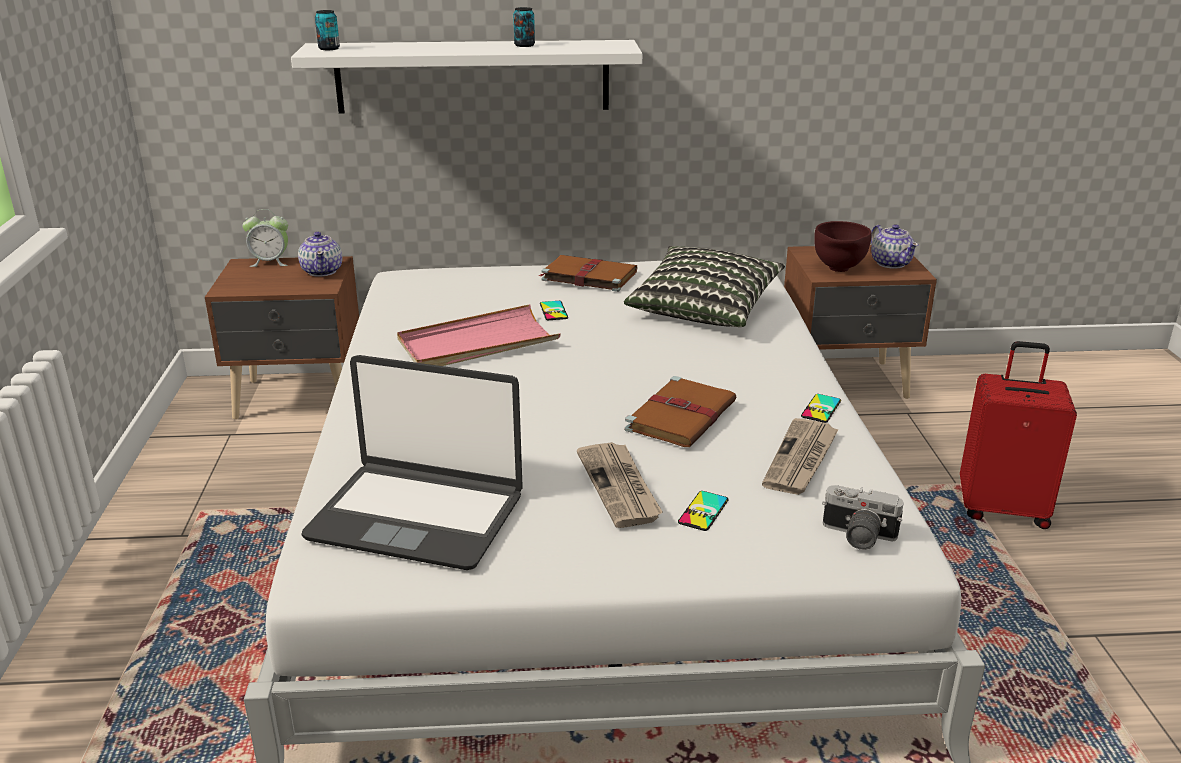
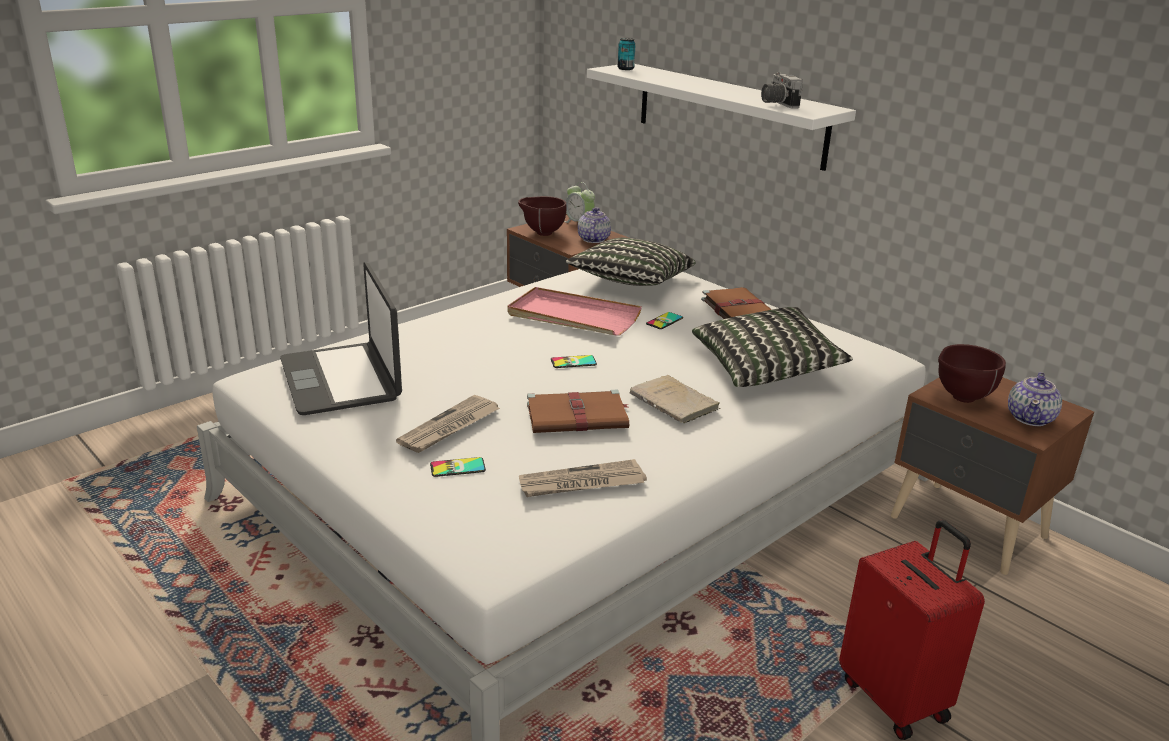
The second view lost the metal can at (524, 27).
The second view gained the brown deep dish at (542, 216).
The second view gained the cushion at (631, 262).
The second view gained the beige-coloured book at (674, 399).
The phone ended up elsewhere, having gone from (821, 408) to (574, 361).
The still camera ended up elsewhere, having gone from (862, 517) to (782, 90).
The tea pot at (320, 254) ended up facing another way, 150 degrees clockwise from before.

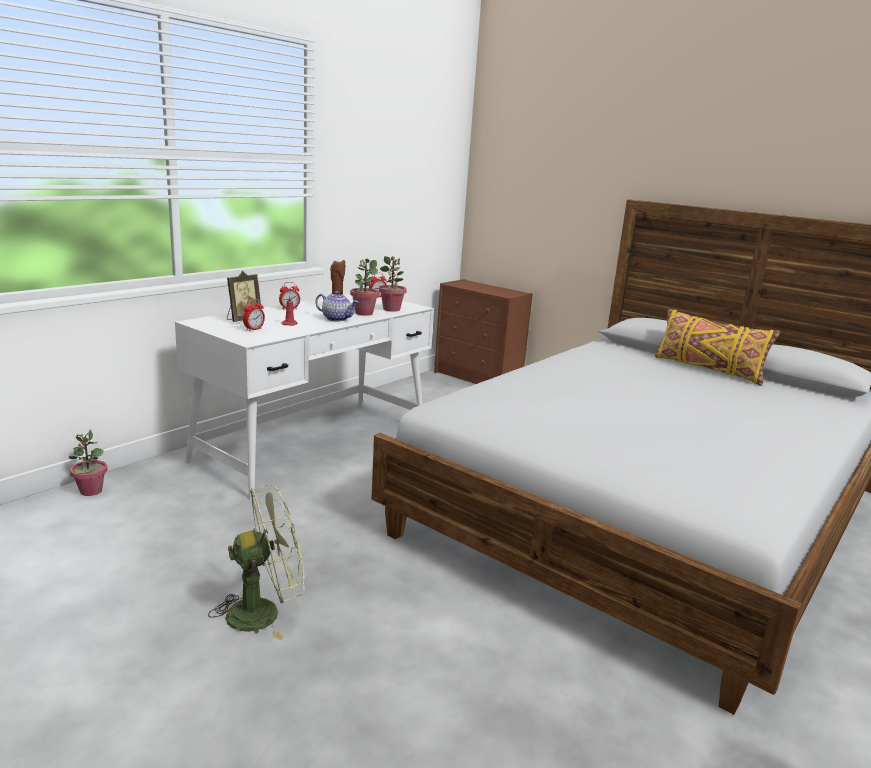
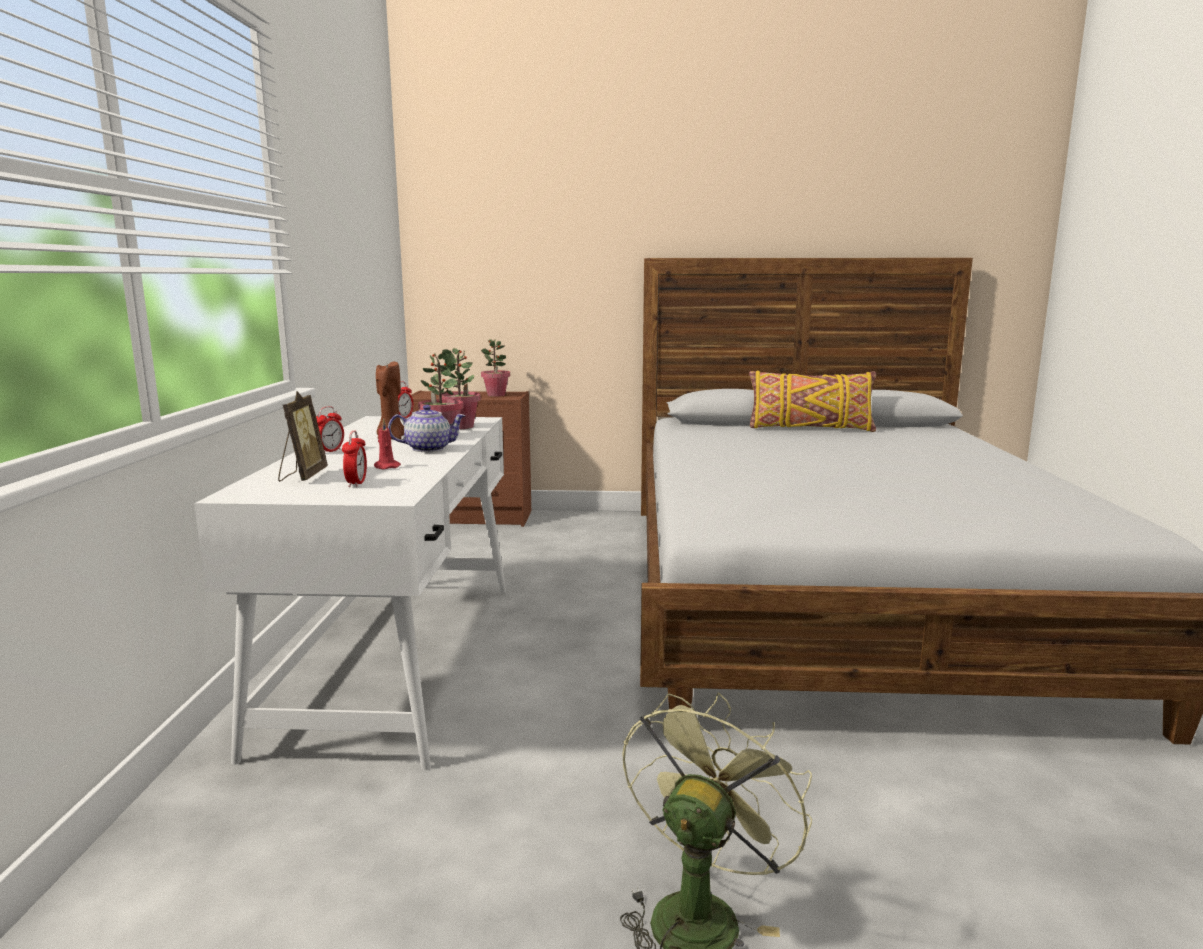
The plant in a pot ended up elsewhere, having gone from (88, 463) to (495, 368).

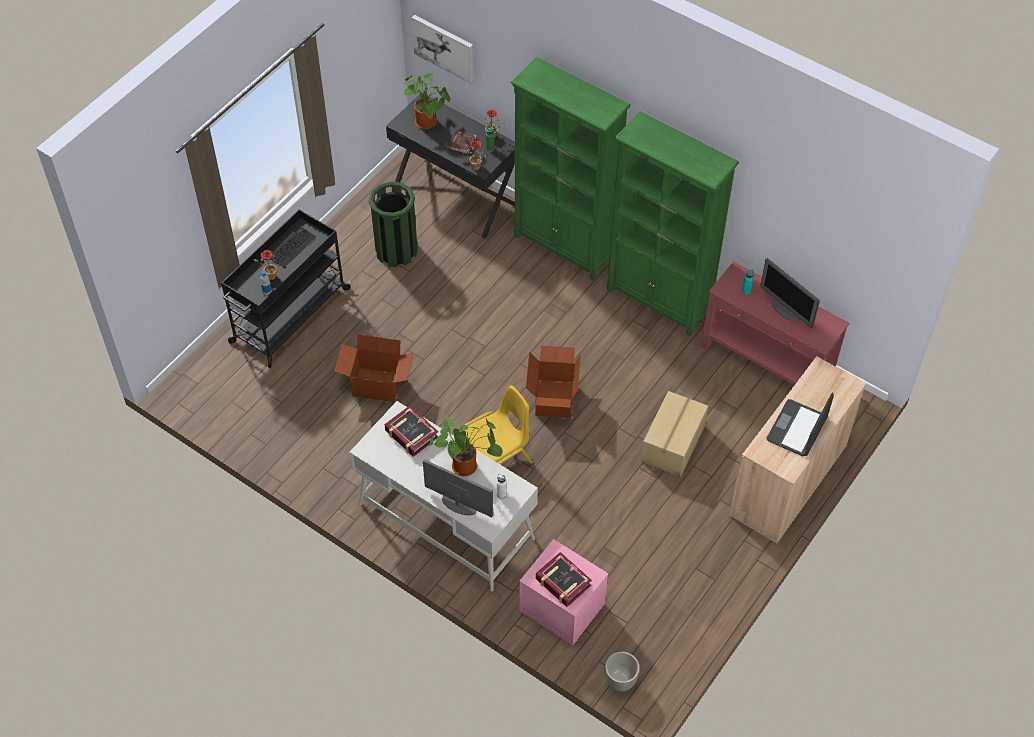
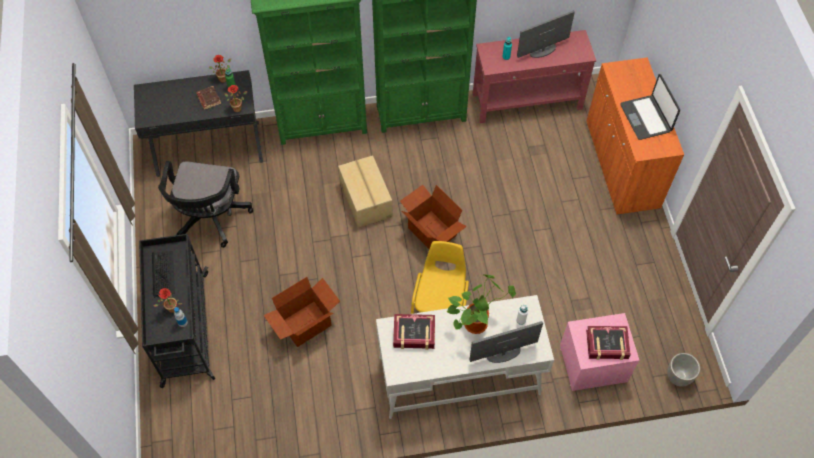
The second view lost the plant in a pot at (427, 101).
The second view lost the picture at (443, 49).
The cardboard box ended up elsewhere, having gone from (674, 434) to (365, 191).
Where the green-coloured rubbish bin stood at (393, 224), the blackish desk chair came to stand at (205, 204).
What was the beige-coloured cabinet at (797, 450) turned into the orange cabinet at (635, 136).
The computer display at (790, 293) ended up facing another way, 150 degrees clockwise from before.

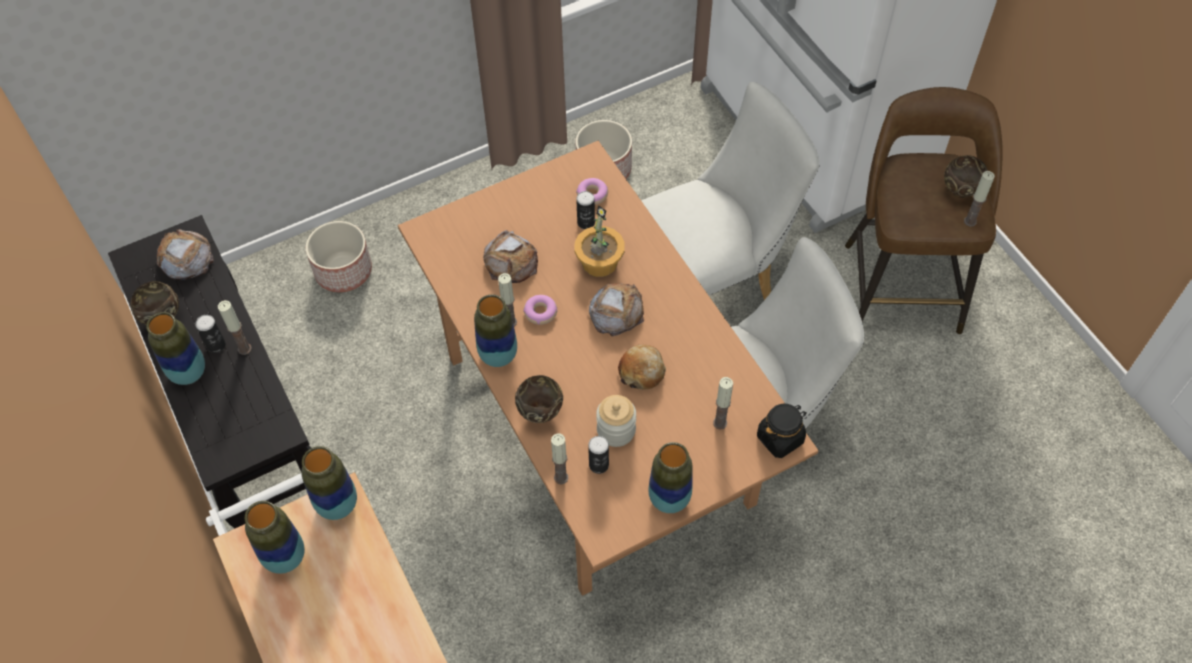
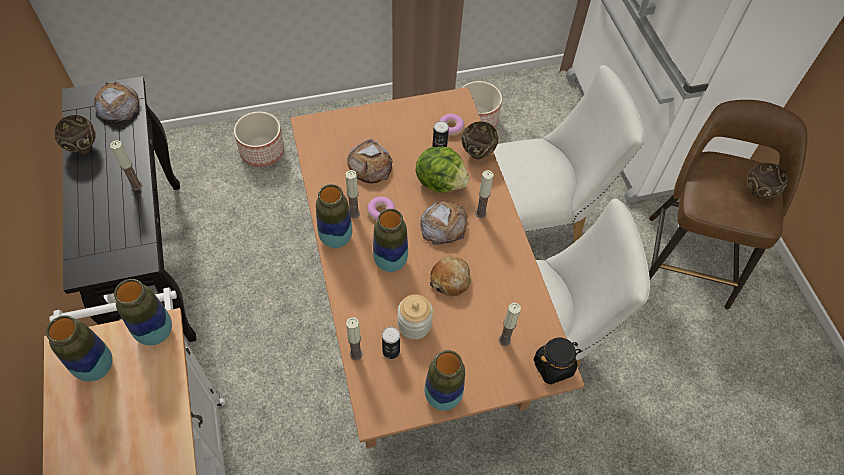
The second view lost the metal can at (210, 334).
The flower vase ended up elsewhere, having gone from (175, 348) to (390, 240).
The brown deep dish ended up elsewhere, having gone from (539, 399) to (480, 140).
The candle ended up elsewhere, having gone from (979, 198) to (485, 194).
Where the plant in a pot stood at (599, 241), the lettuce head came to stand at (442, 170).

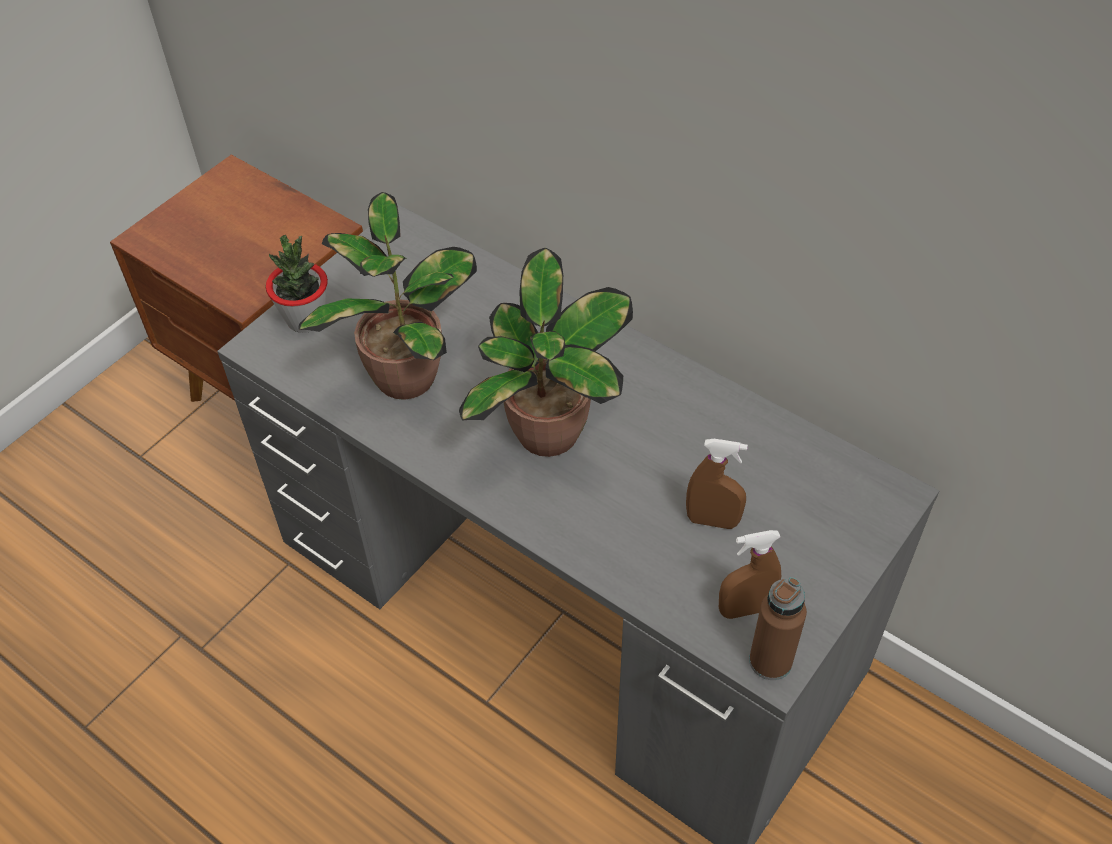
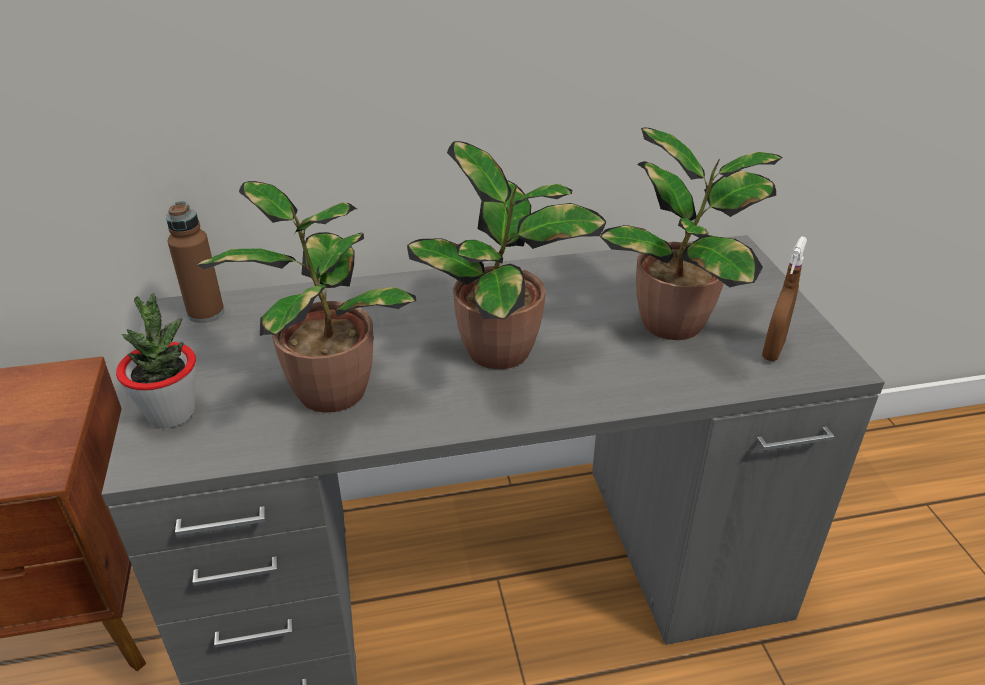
The brown drink bottle ended up elsewhere, having gone from (778, 628) to (195, 262).
Where the brown hand sprayer stood at (717, 484), the plant in a pot came to stand at (691, 233).

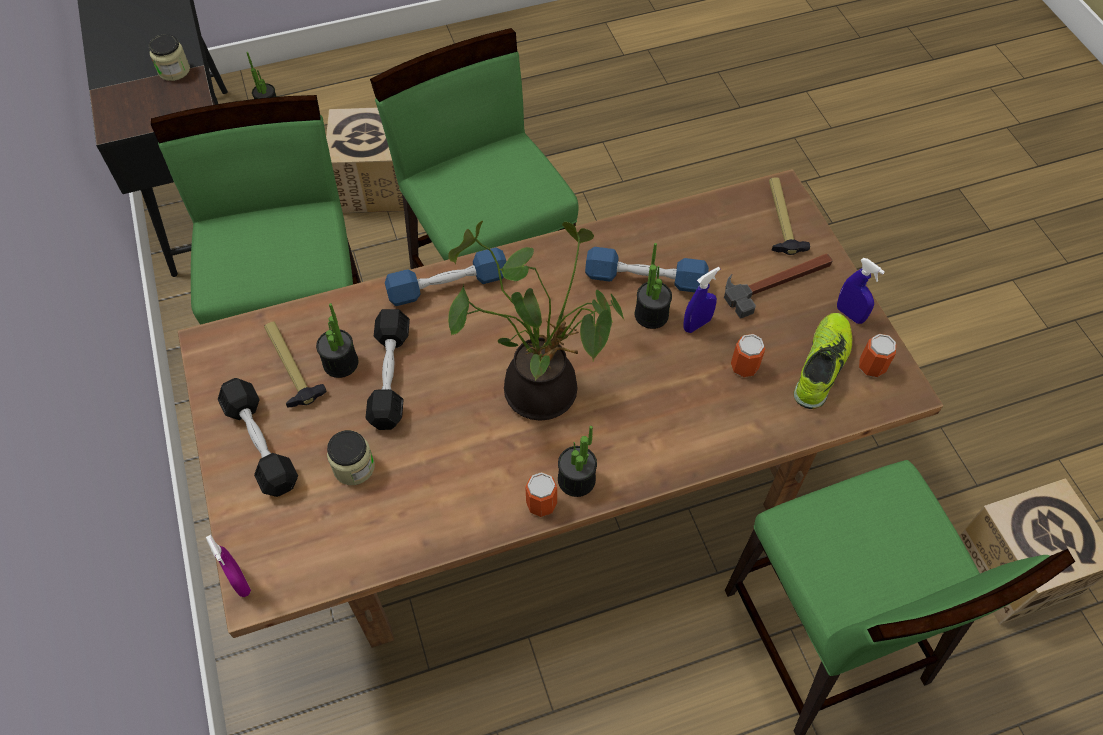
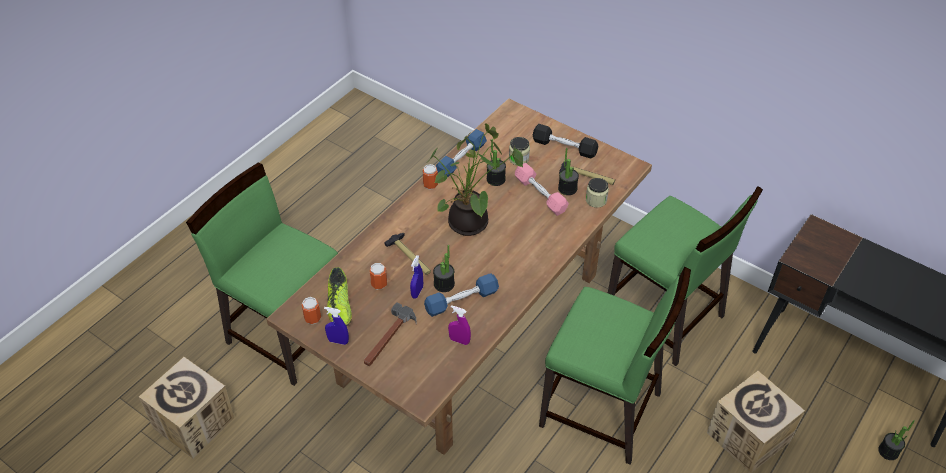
The preserve jar ended up elsewhere, having gone from (169, 57) to (597, 193).
The purple-coloured hand sprayer ended up elsewhere, having gone from (228, 566) to (459, 325).
The bluish free weight ended up elsewhere, having gone from (445, 276) to (461, 153).
The plant in a pot ended up elsewhere, having gone from (577, 461) to (496, 162).
The hand hammer ended up elsewhere, having gone from (789, 216) to (407, 254).
What was the blackish free weight at (388, 369) turned into the pink-coloured free weight at (542, 189).

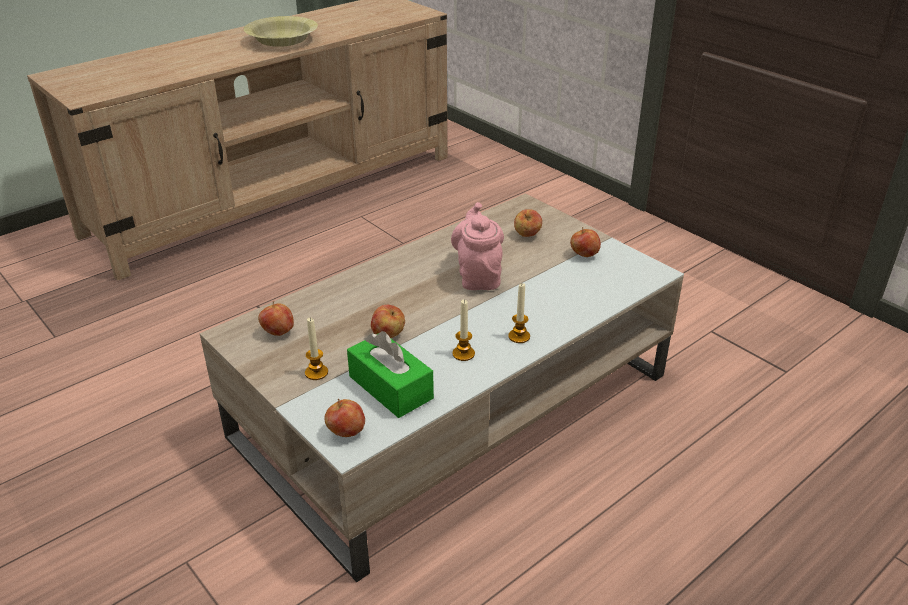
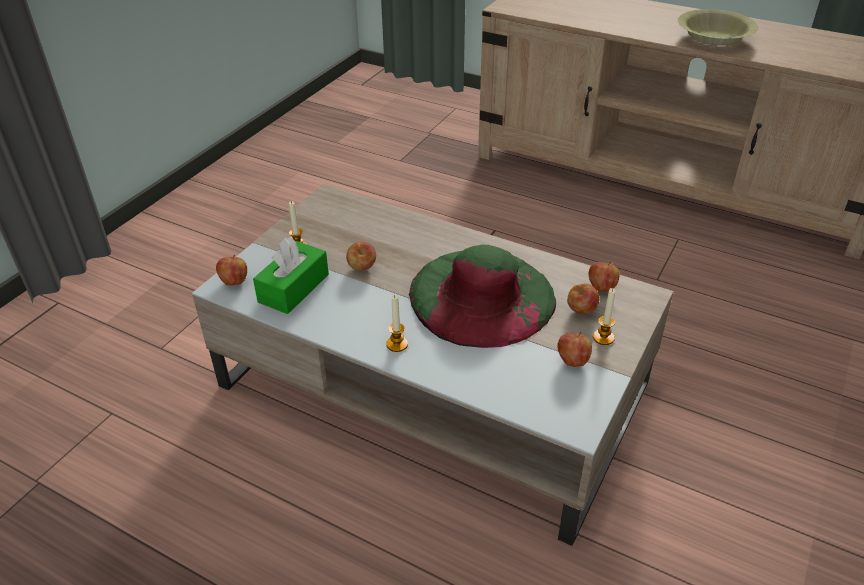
The apple fruit ended up elsewhere, having gone from (276, 318) to (604, 276).
The candle ended up elsewhere, having gone from (463, 330) to (604, 316).
Where the pink-coloured tea pot stood at (477, 246), the green-coloured hat came to stand at (482, 296).

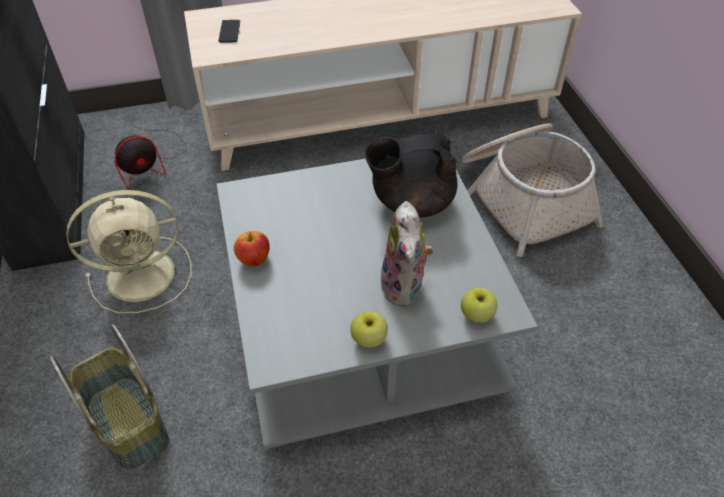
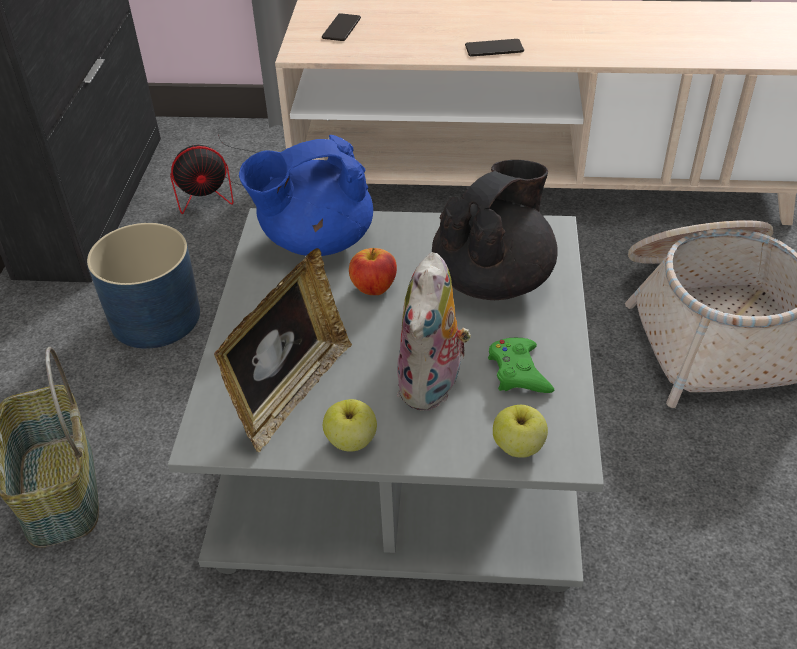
The second view gained the standing frame at (283, 350).
The second view gained the bluish tea pot at (306, 195).
The second view gained the phone at (494, 48).
The second view gained the green-coloured joypad at (521, 365).
The apple fruit ended up elsewhere, having gone from (252, 248) to (373, 271).
Where the beige-coloured electric fan stood at (129, 252), the bluish flower pot came to stand at (143, 286).
The blackish tea pot at (411, 174) ended up facing another way, 120 degrees clockwise from before.

